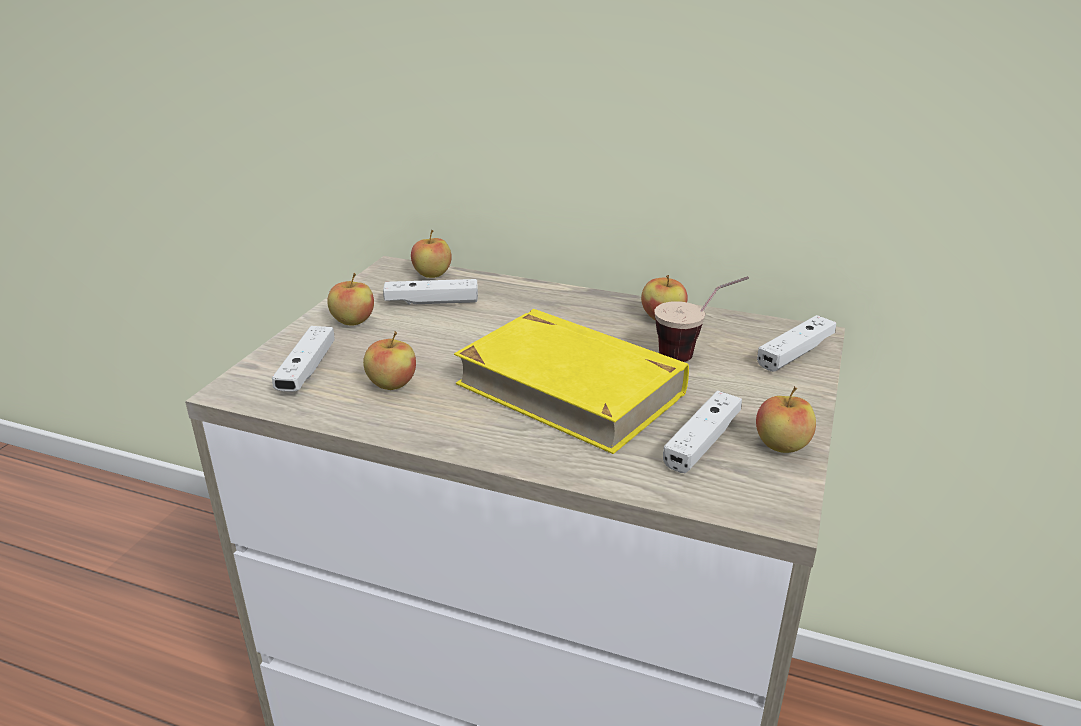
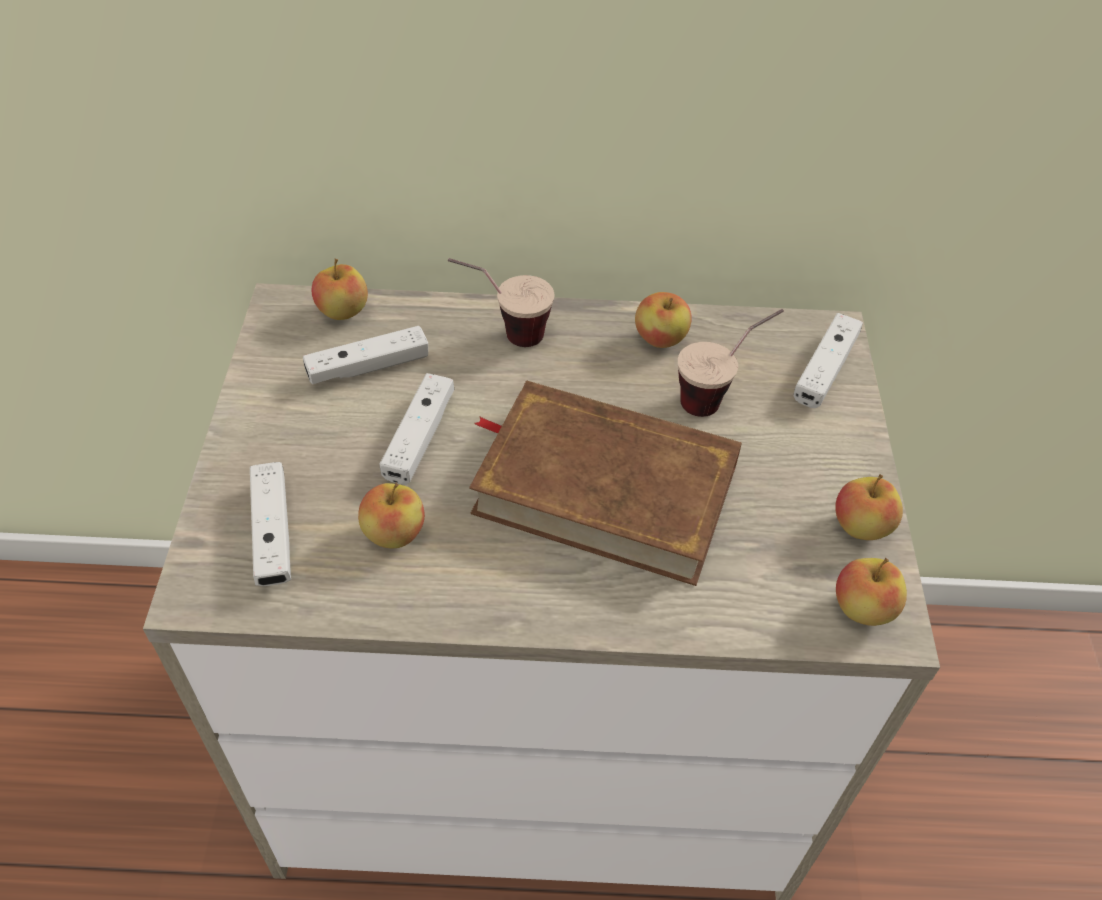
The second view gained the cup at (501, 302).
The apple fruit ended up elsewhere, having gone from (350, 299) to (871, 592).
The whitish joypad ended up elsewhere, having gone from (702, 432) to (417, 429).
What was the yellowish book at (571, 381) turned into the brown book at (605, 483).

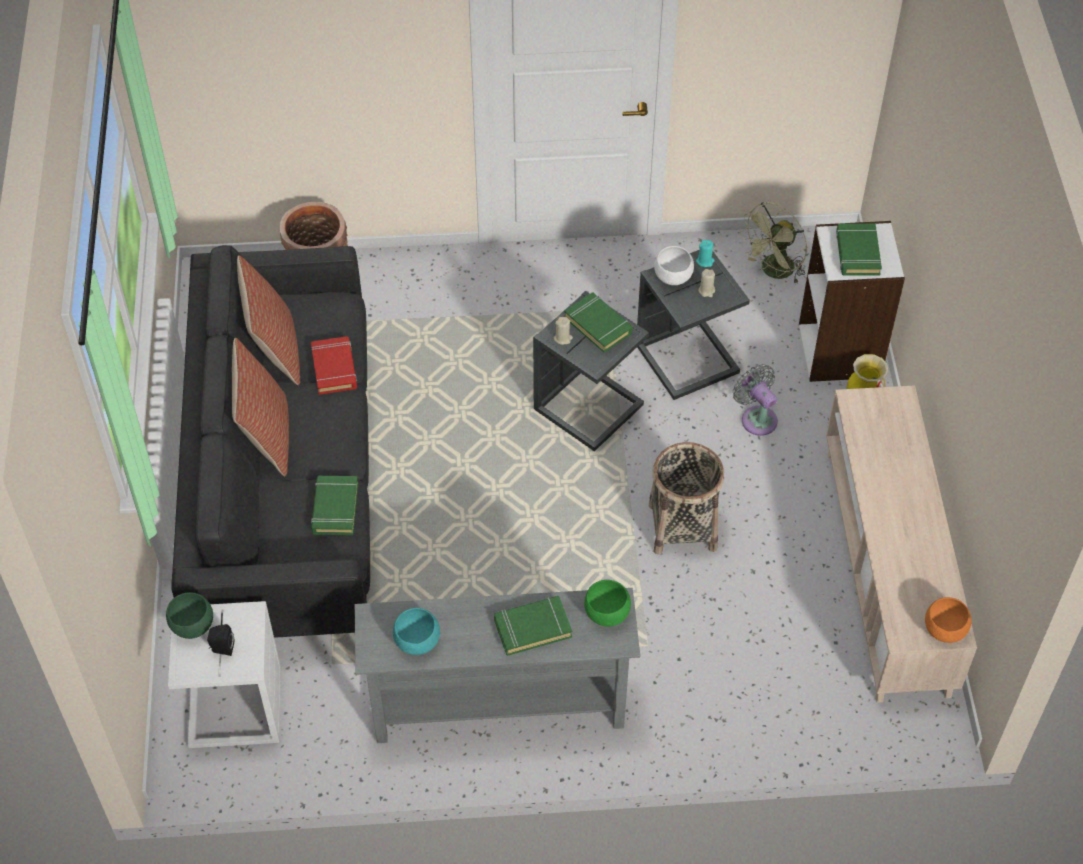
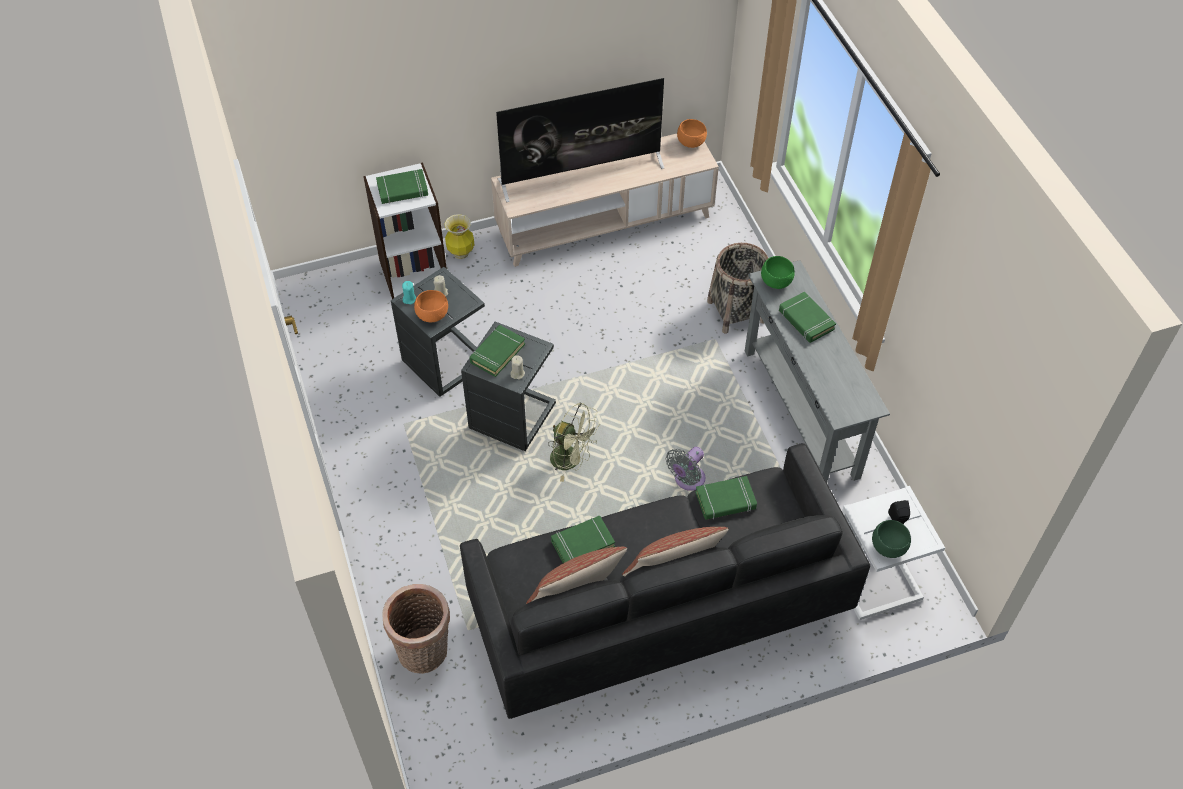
The second view lost the blue-green deep dish at (416, 631).
The second view gained the TV set at (580, 140).
The household basket ended up elsewhere, having gone from (686, 498) to (738, 288).
The grey electric fan ended up elsewhere, having gone from (755, 400) to (686, 469).
The green-coloured electric fan ended up elsewhere, having gone from (773, 243) to (573, 442).
What was the red book at (334, 365) turned into the green-coloured book at (583, 539).
What was the whitish deep dish at (674, 265) turned into the orange deep dish at (431, 306).

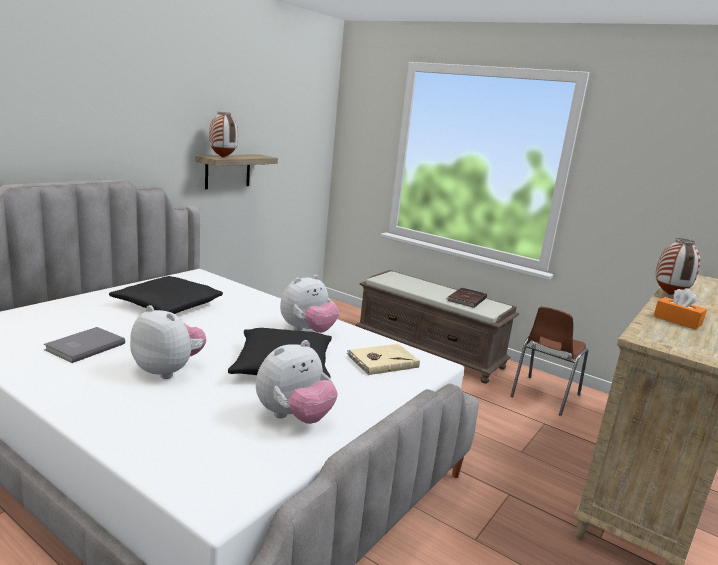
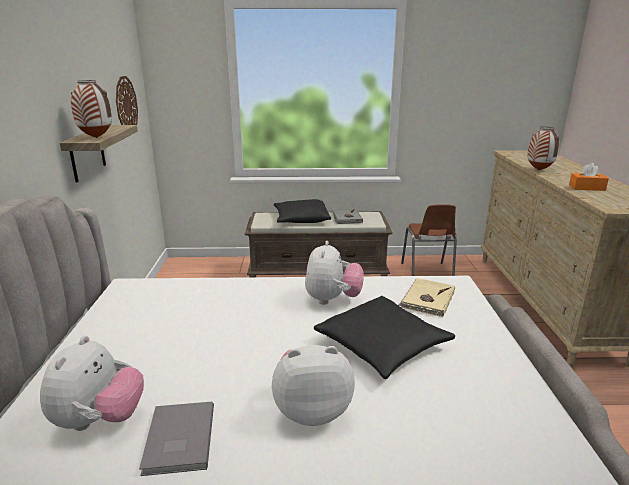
The second view gained the clock on the wall at (127, 100).
The blackish cushion ended up elsewhere, having gone from (166, 295) to (302, 211).
The cuddly toy ended up elsewhere, having gone from (297, 382) to (92, 383).
What was the brown book at (466, 298) turned into the grey book at (347, 216).

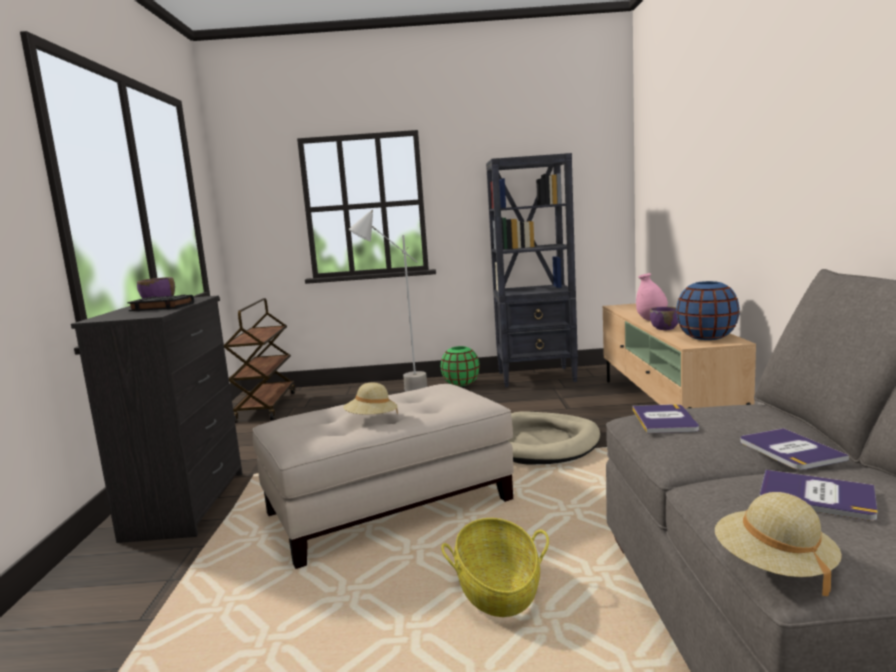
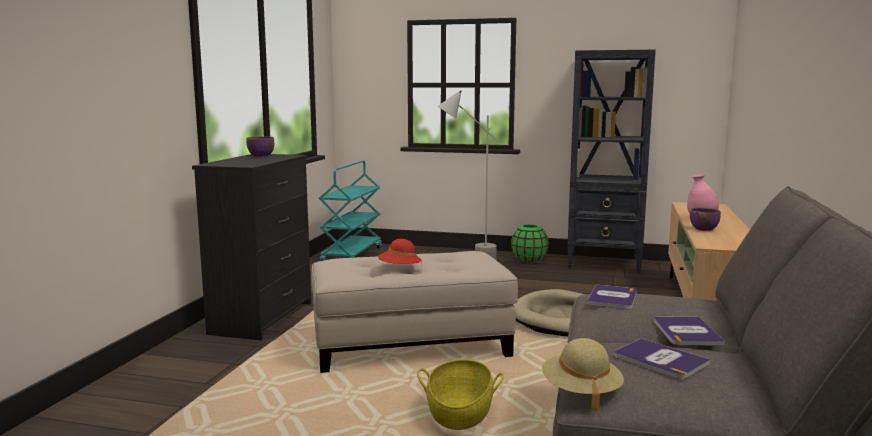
The second view lost the blackish book at (160, 303).
The second view lost the bluish flower vase at (708, 310).
What was the brown cart at (259, 360) turned into the blue-green cart at (350, 211).
What was the beige-coloured hat at (370, 398) turned into the red hat at (400, 252).

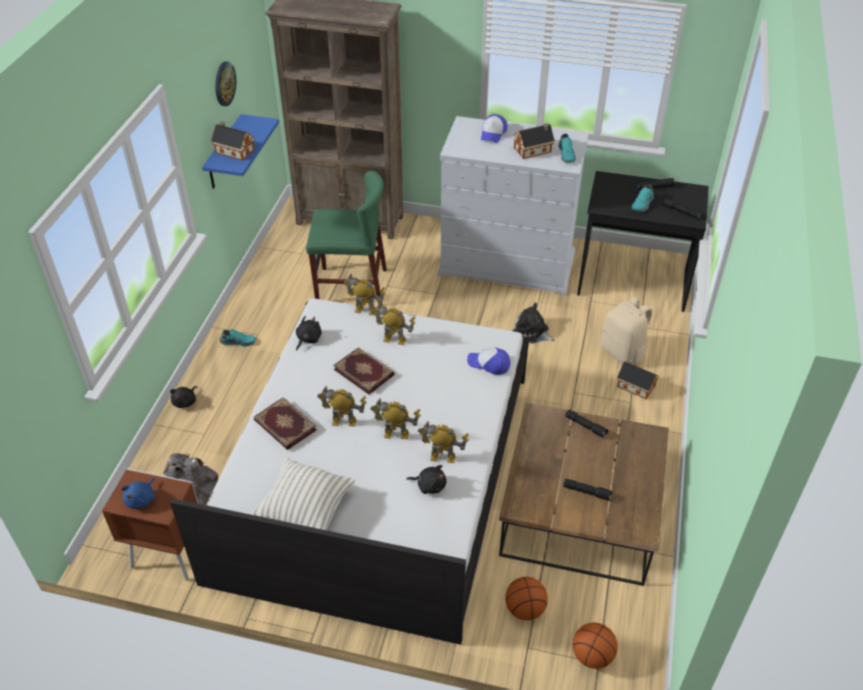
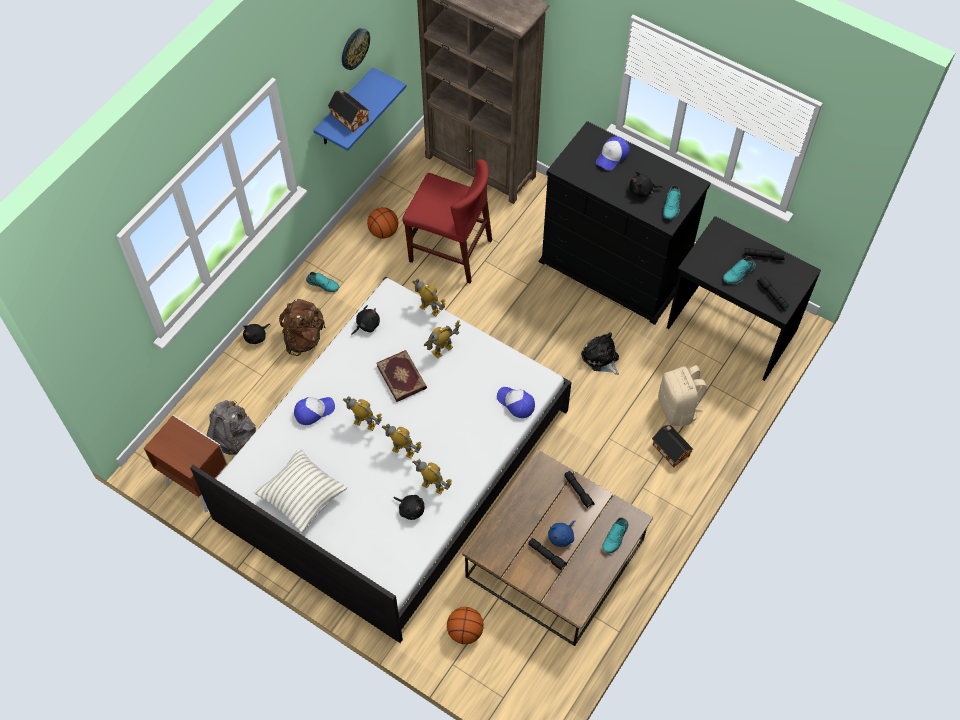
The second view gained the brown rucksack at (302, 327).
The second view gained the blue-green shoe at (615, 535).
The bluish cuddly toy ended up elsewhere, having gone from (138, 493) to (561, 533).
The basketball ball ended up elsewhere, having gone from (595, 645) to (382, 223).
Where the book stood at (285, 423), the baseball cap came to stand at (314, 411).
Where the miniature house stood at (534, 141), the blackish cuddly toy came to stand at (646, 184).
What was the green-coloured upright chair at (346, 238) turned into the red upright chair at (447, 221).
What was the whitish chest of drawers at (513, 206) turned into the blackish chest of drawers at (624, 223).
The model robot at (393, 324) ended up facing another way, 75 degrees counterclockwise from before.

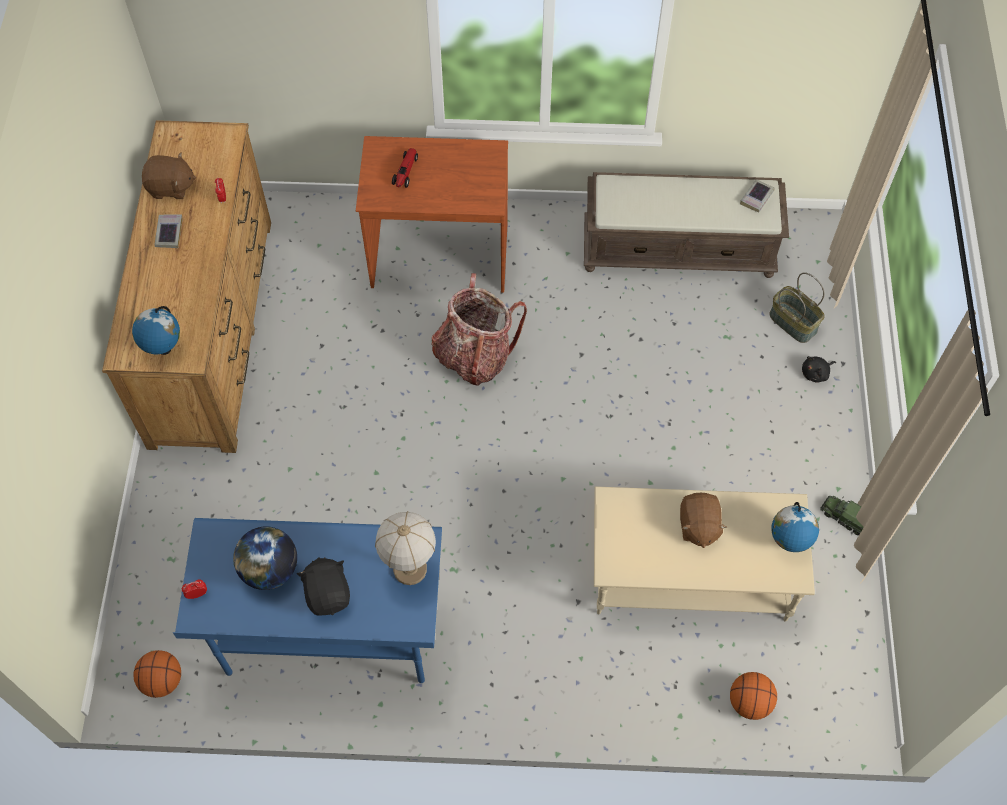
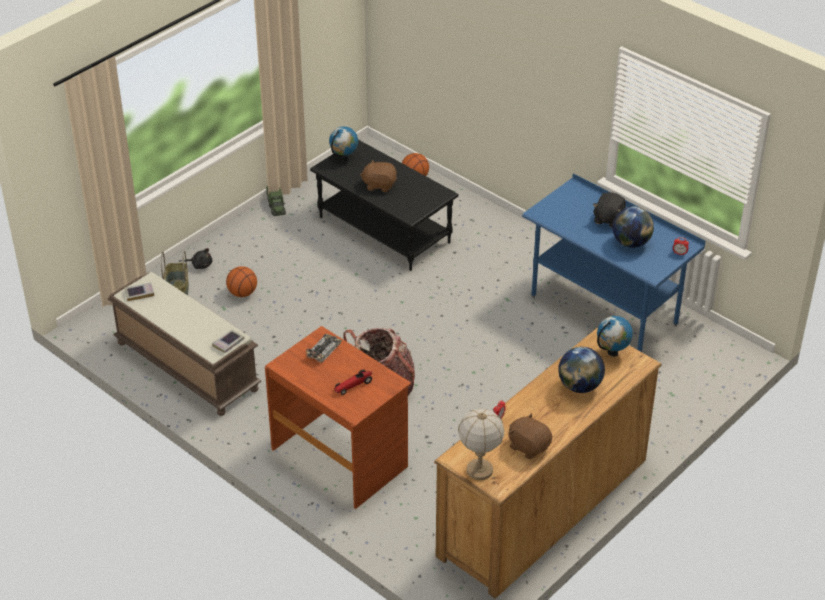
The second view gained the toy car at (324, 348).
The second view gained the globe at (581, 370).
The basketball ball ended up elsewhere, having gone from (157, 674) to (241, 281).
The book ended up elsewhere, having gone from (168, 231) to (228, 341).
The table lamp ended up elsewhere, having gone from (405, 548) to (481, 444).
What was the beige-coloured low table at (704, 554) turned into the blackish low table at (384, 205).
The brown cuddly toy at (703, 520) ended up facing another way, 120 degrees counterclockwise from before.

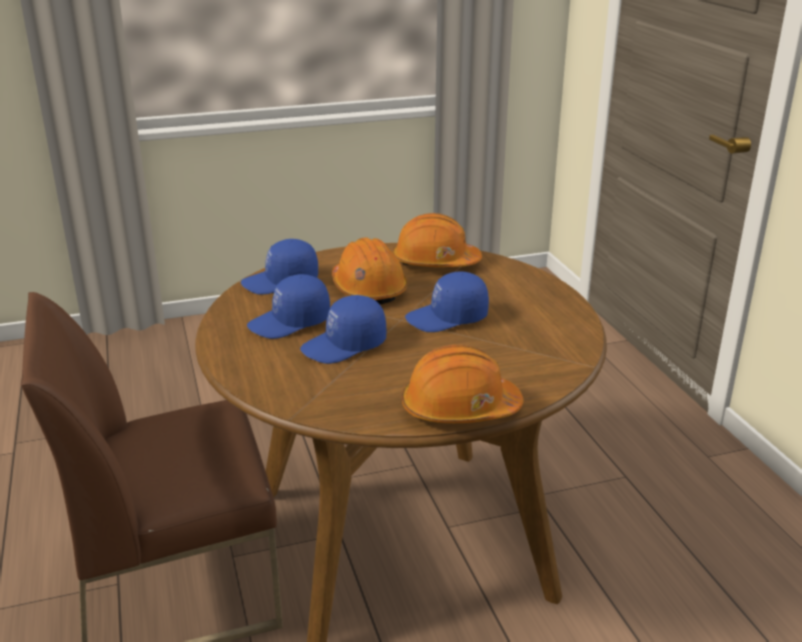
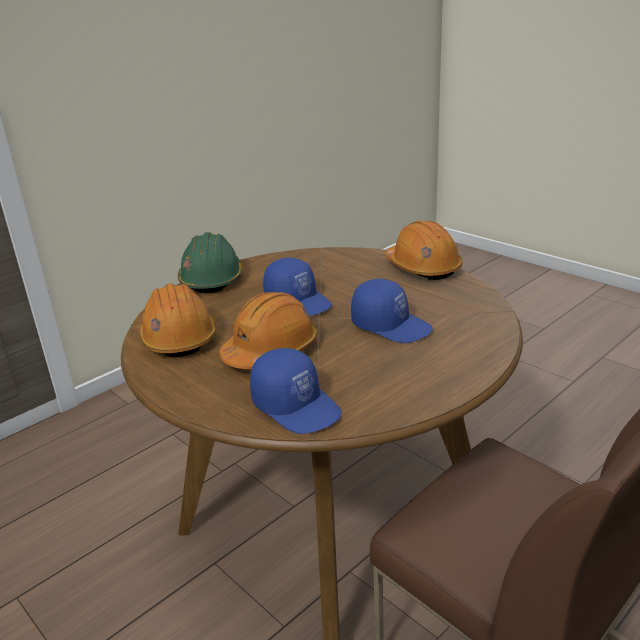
The second view lost the bluish baseball cap at (288, 306).
The second view gained the green-coloured work helmet at (210, 263).

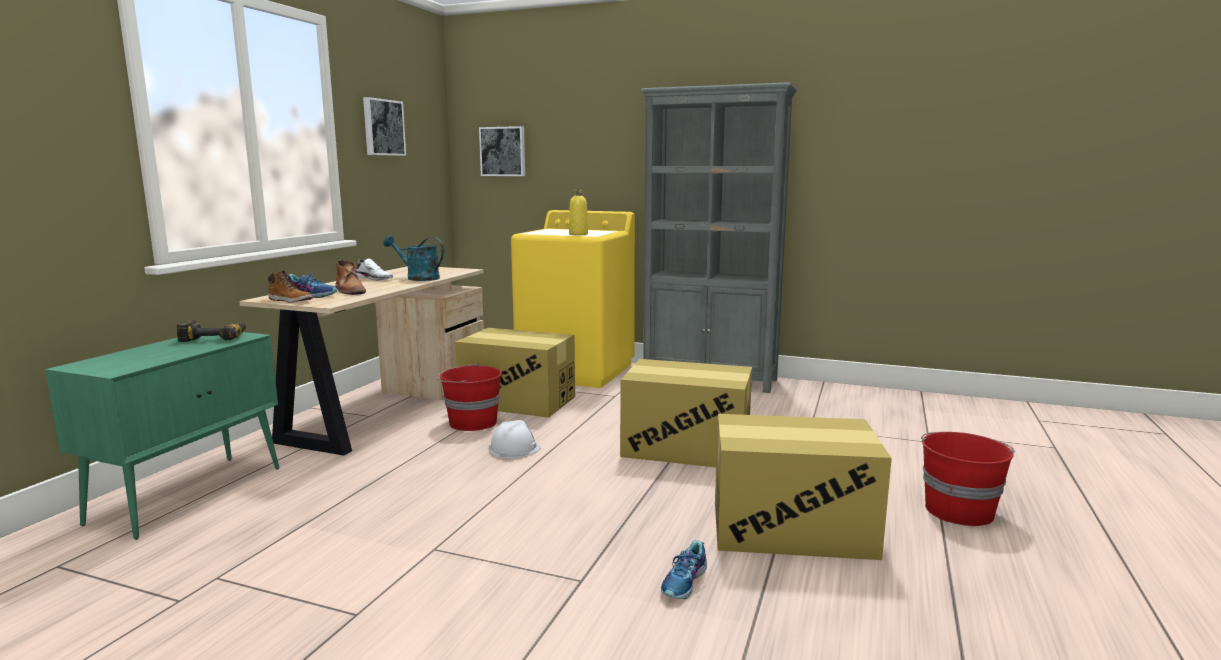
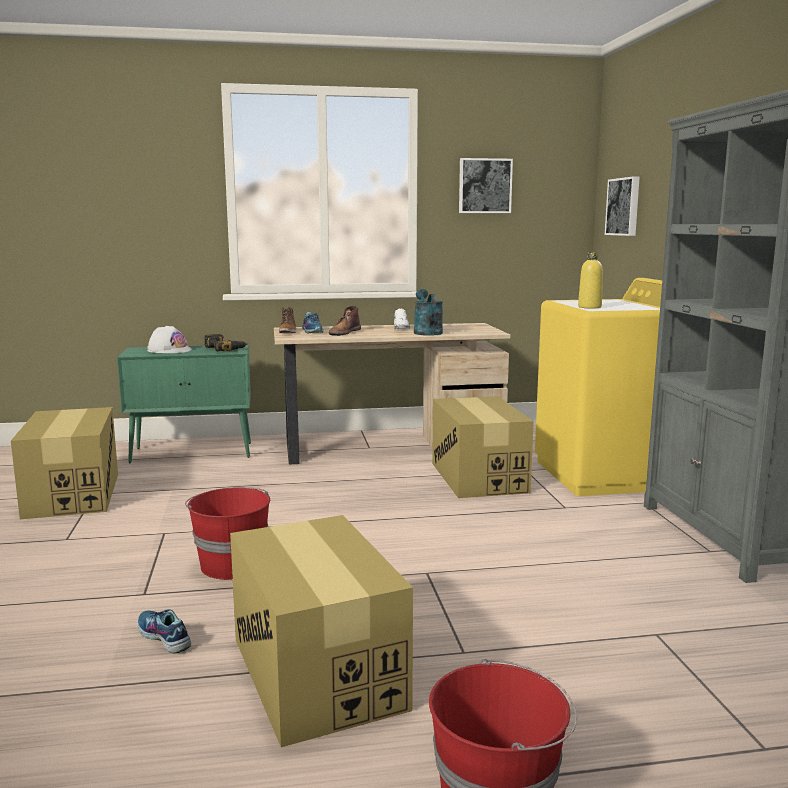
The red water bucket ended up elsewhere, having gone from (469, 397) to (227, 533).
The whitish work helmet ended up elsewhere, having gone from (515, 439) to (169, 339).
The cardboard box ended up elsewhere, having gone from (686, 413) to (64, 463).
The shoe at (684, 569) ended up facing another way, 45 degrees clockwise from before.

